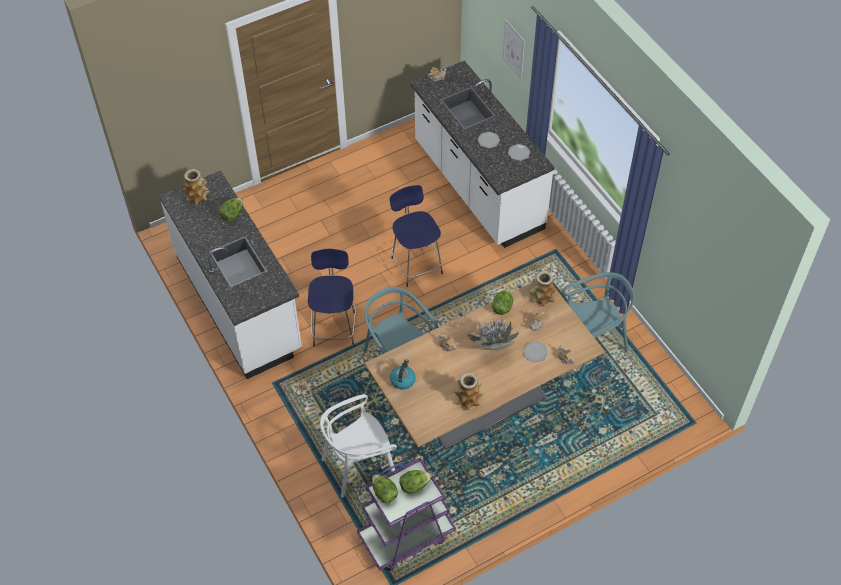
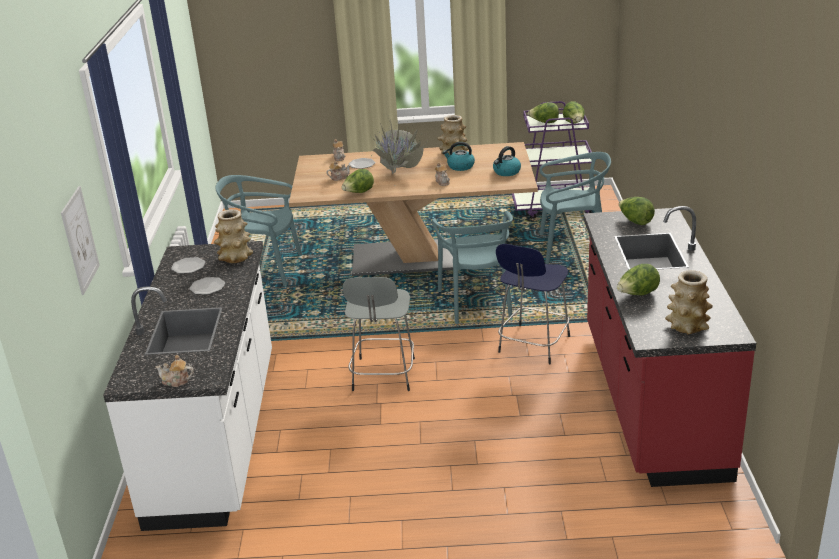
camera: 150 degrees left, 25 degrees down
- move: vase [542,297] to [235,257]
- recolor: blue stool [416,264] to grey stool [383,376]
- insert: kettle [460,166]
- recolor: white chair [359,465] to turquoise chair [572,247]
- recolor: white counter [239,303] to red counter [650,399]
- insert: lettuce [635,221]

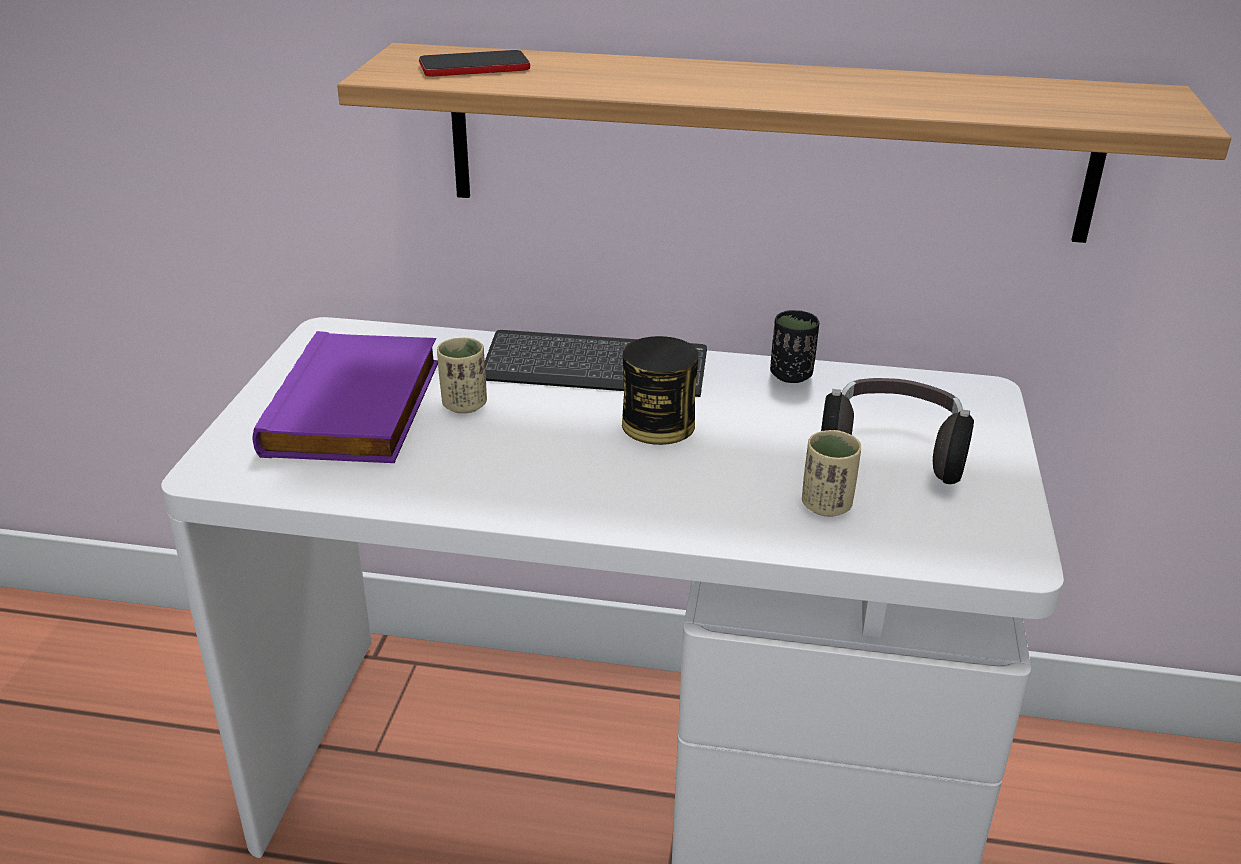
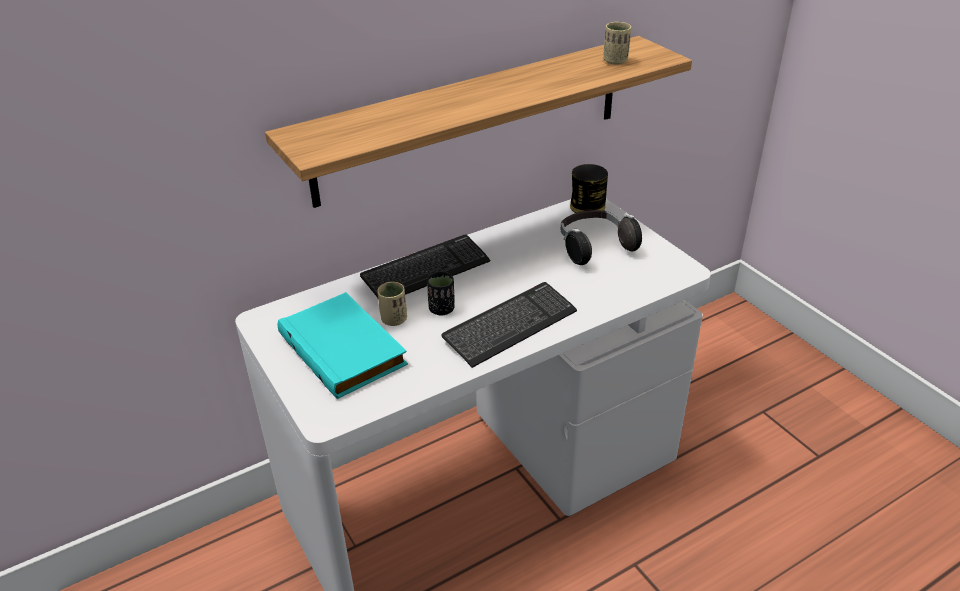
camera: 40 degrees left, 5 degrees up
- recolor: purple book [358,408] to turquoise book [345,349]
- move: black cup [791,375] to [441,309]
- insert: keyboard [510,326]
- move: can [658,425] to [587,206]
- move: beige cup [826,505] to [615,61]
- delete: phone [474,66]

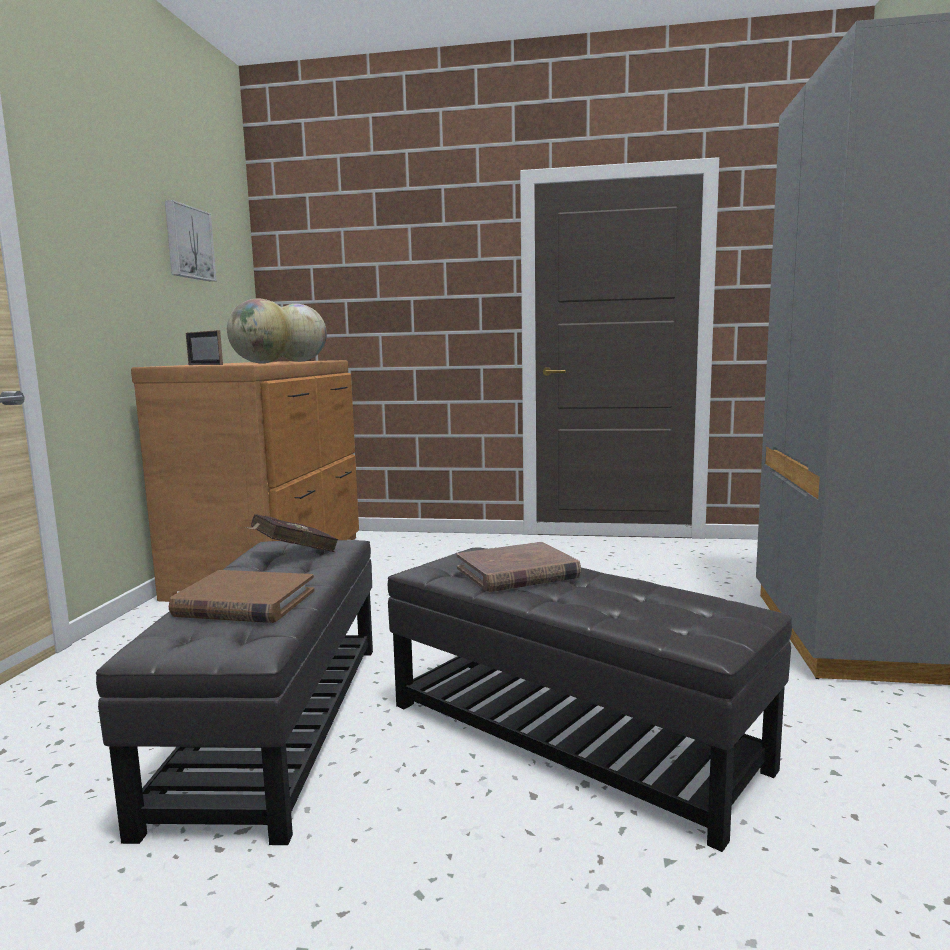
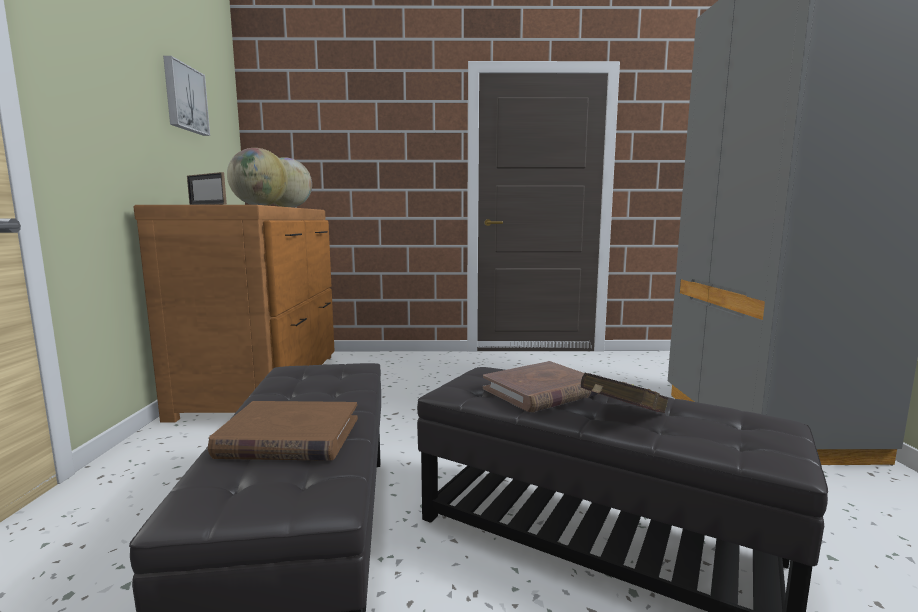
camera: 10 degrees left, 0 degrees up
- move: red book [292,553] to [620,417]

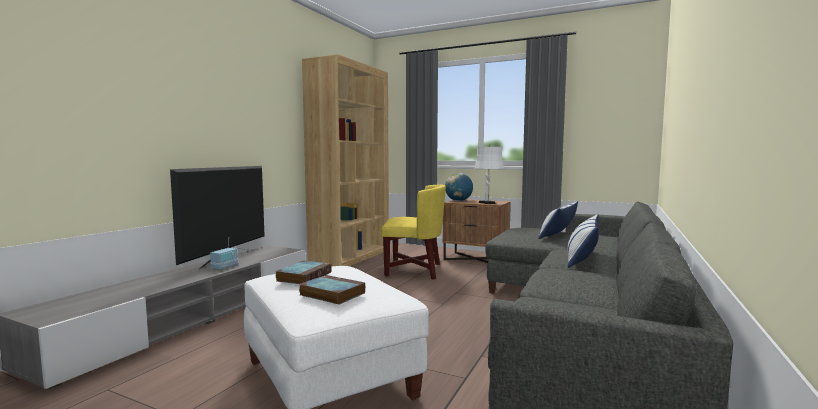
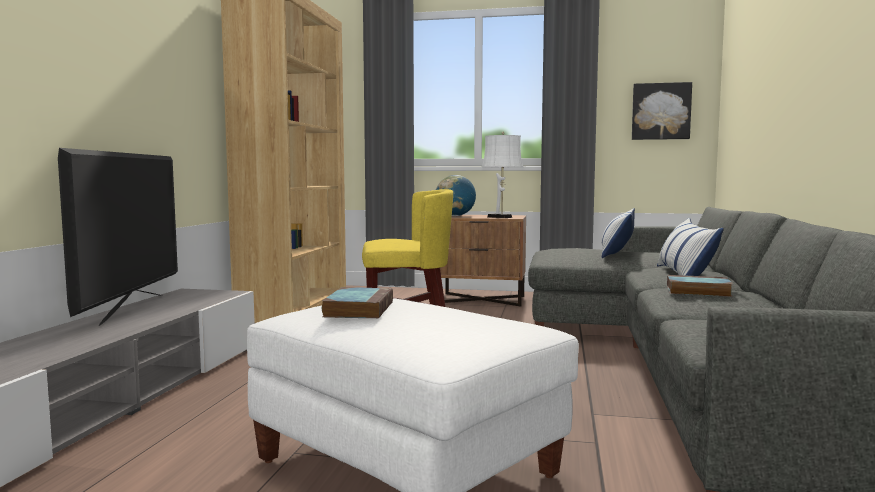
camera: 15 degrees left, 0 degrees up
- insert: picture [660,111]
- move: book [331,294] to [696,291]
- delete: radio [225,267]

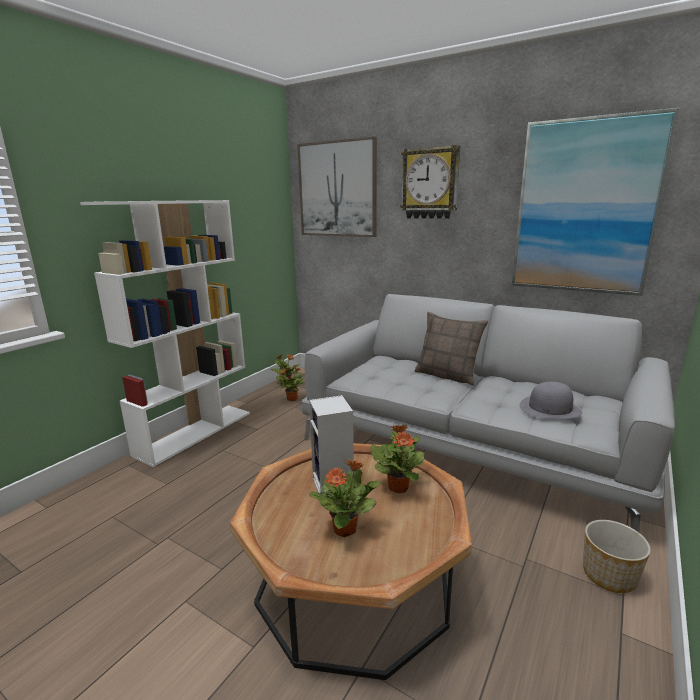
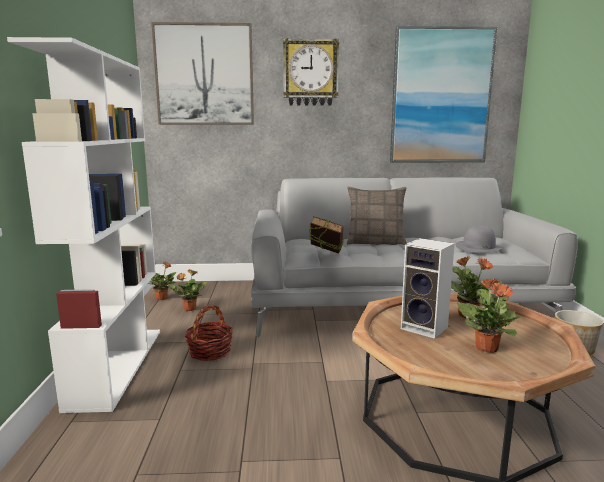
camera: 35 degrees left, 5 degrees down
- insert: basket [210,351]
- insert: book [326,255]

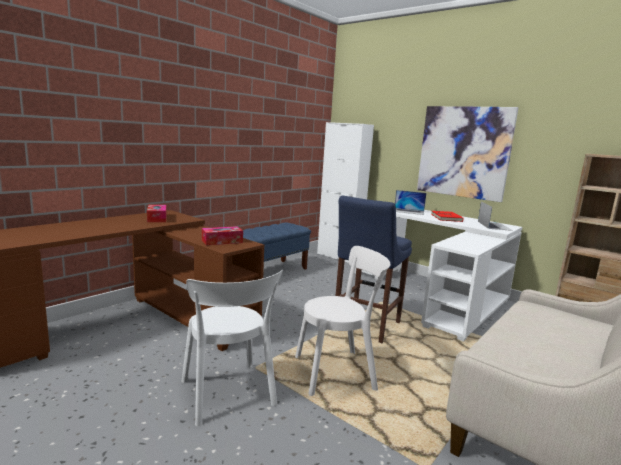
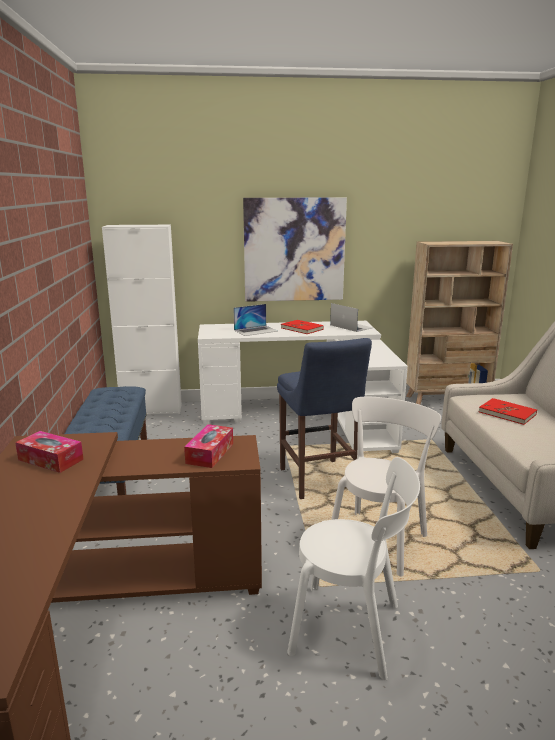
camera: 45 degrees left, 5 degrees up
- insert: red book [507,413]

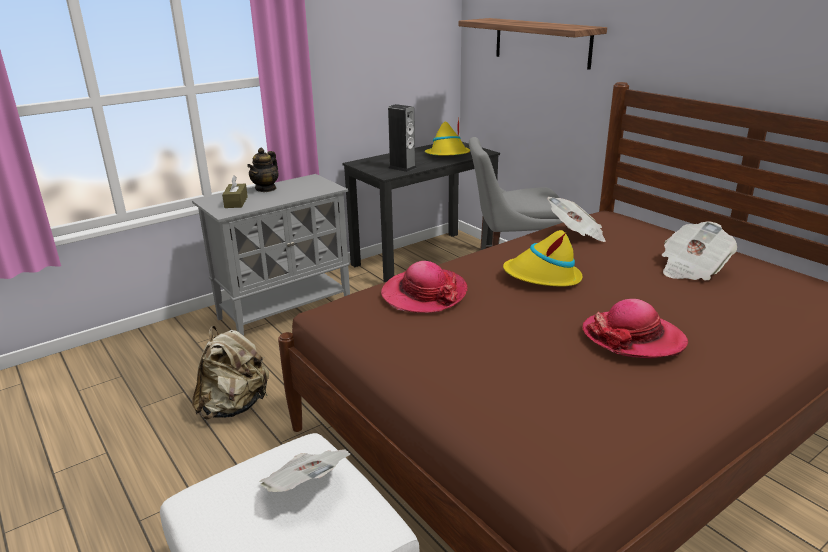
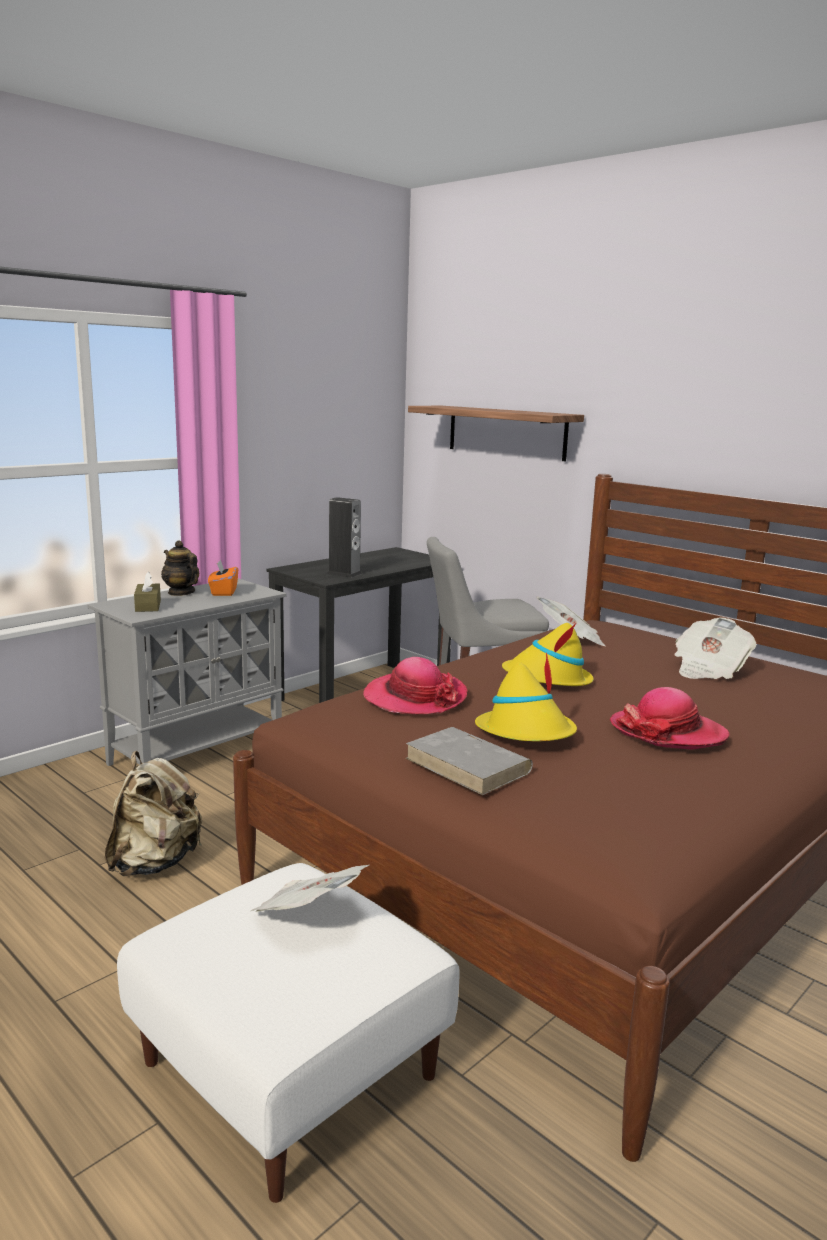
camera: 10 degrees left, 10 degrees down
- rotate: teapot [266,189] = [181,592] 120 degrees clockwise
- insert: orange tissue box [223,592]
- insert: grey book [468,766]
- move: yellow hat [448,155] to [526,733]

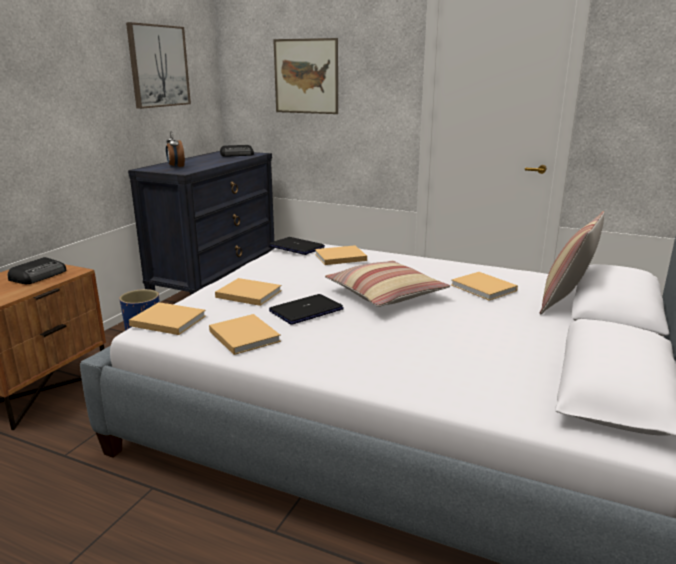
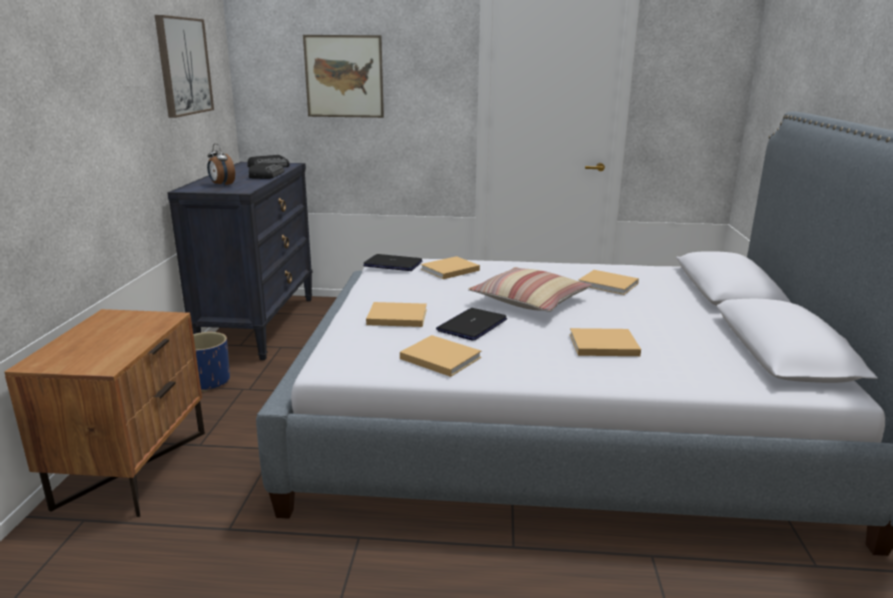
camera: 20 degrees left, 0 degrees up
- move: radio [39,275] to [267,175]
- move: beige book [166,320] to [601,345]
- delete: pillow [565,301]

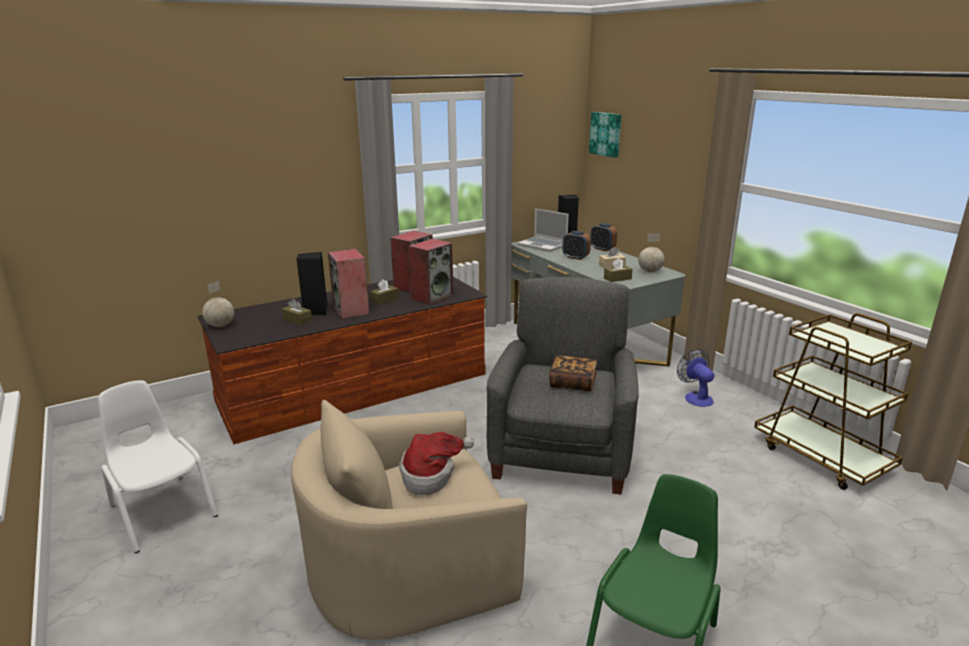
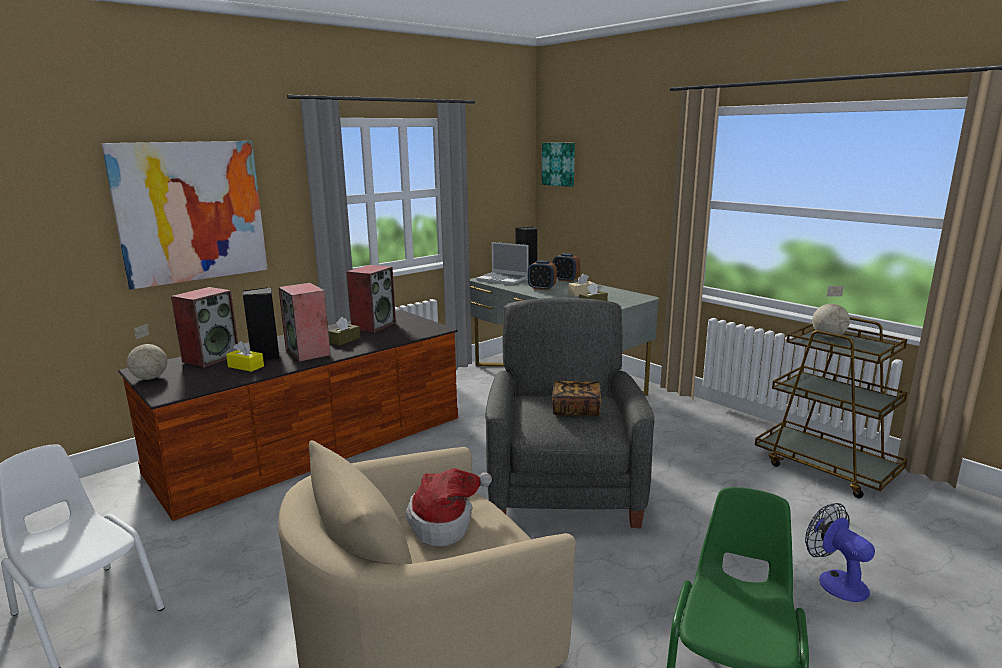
camera: 10 degrees left, 5 degrees down
- insert: picture [191,212]
- move: speaker [432,297] to [211,358]
- recolor: brown tissue box [297,320] to yellow tissue box [246,366]
- move: fan [695,397] to [835,581]
- move: globe [649,271] to [827,336]

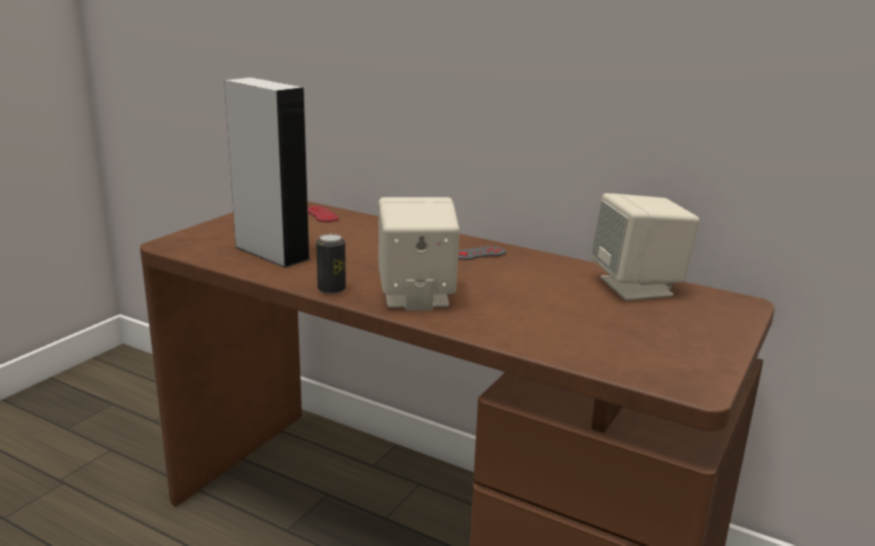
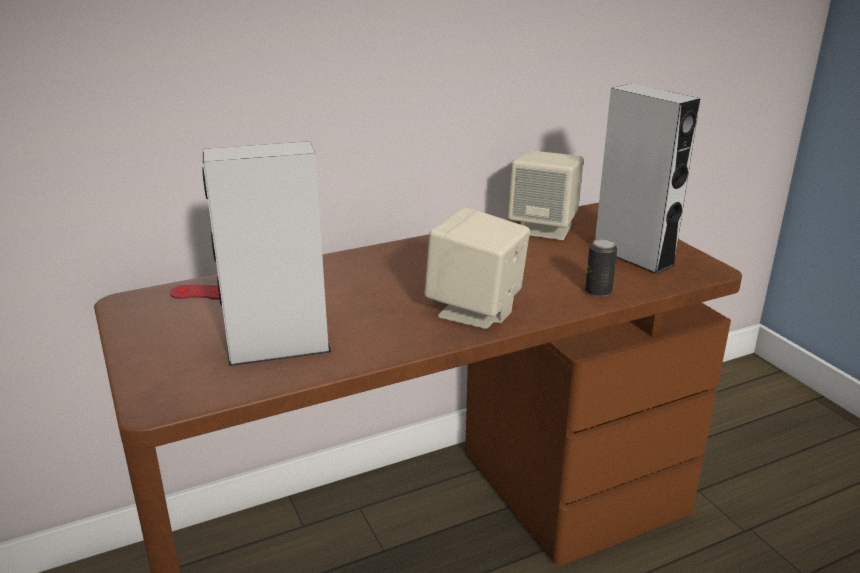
camera: 55 degrees left, 5 degrees up
- move: can [331,289] to [598,291]
- insert: grey speaker [633,256]
- delete: grey game controller [478,253]

